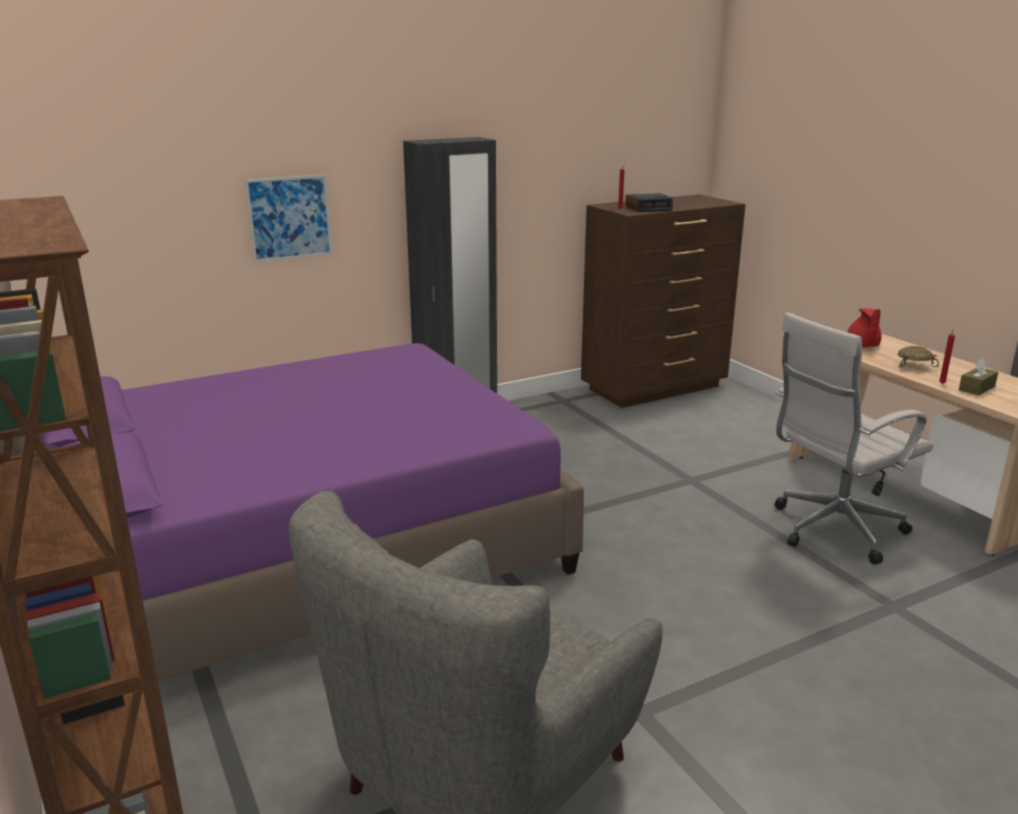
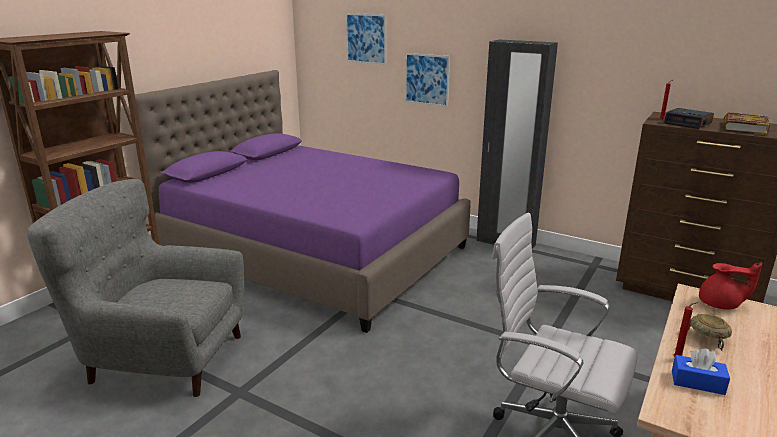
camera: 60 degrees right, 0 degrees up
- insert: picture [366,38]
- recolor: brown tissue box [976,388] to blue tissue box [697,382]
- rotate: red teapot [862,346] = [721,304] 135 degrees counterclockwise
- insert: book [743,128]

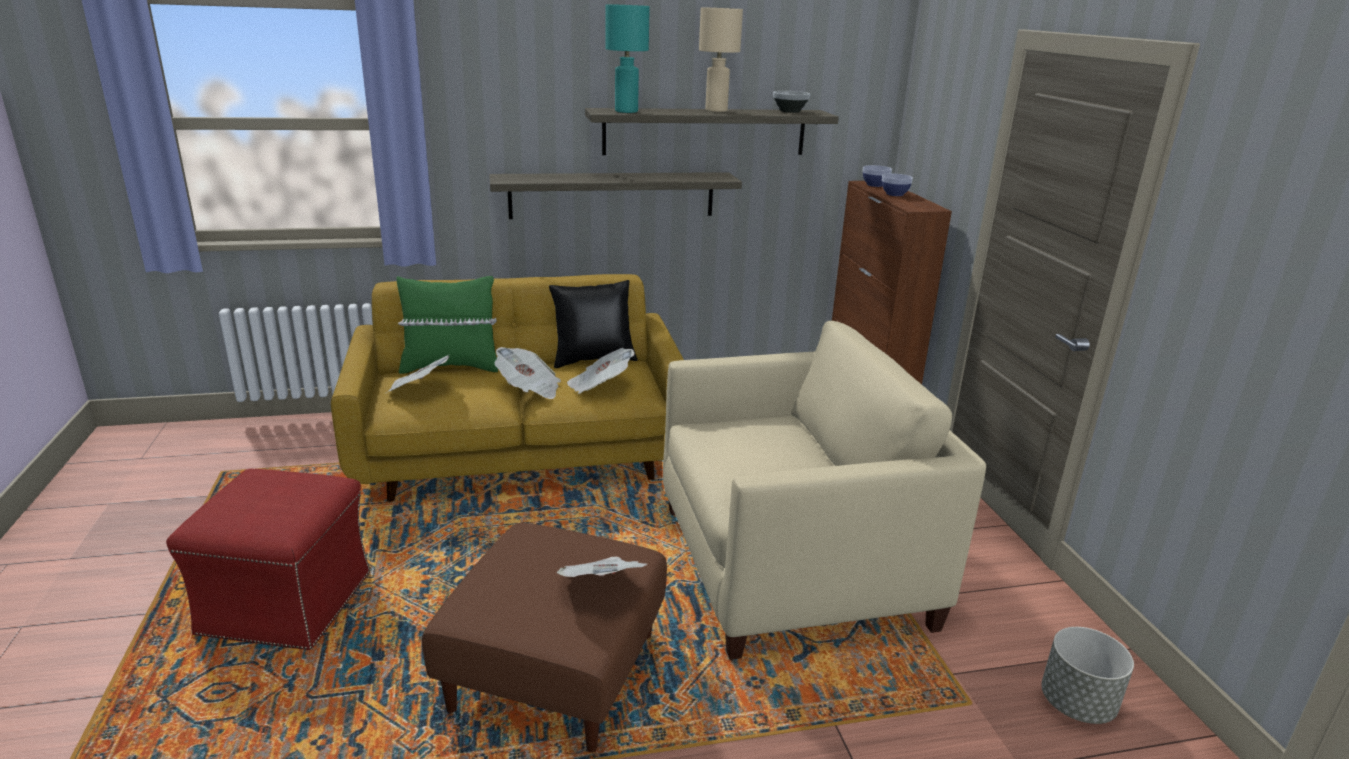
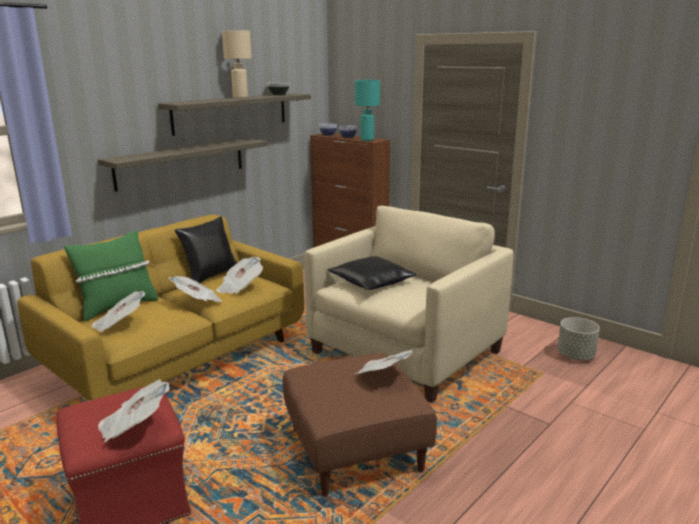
camera: 35 degrees left, 5 degrees down
- insert: newspaper [134,426]
- insert: black pillow [372,282]
- move: turquoise table lamp [626,111] to [367,140]

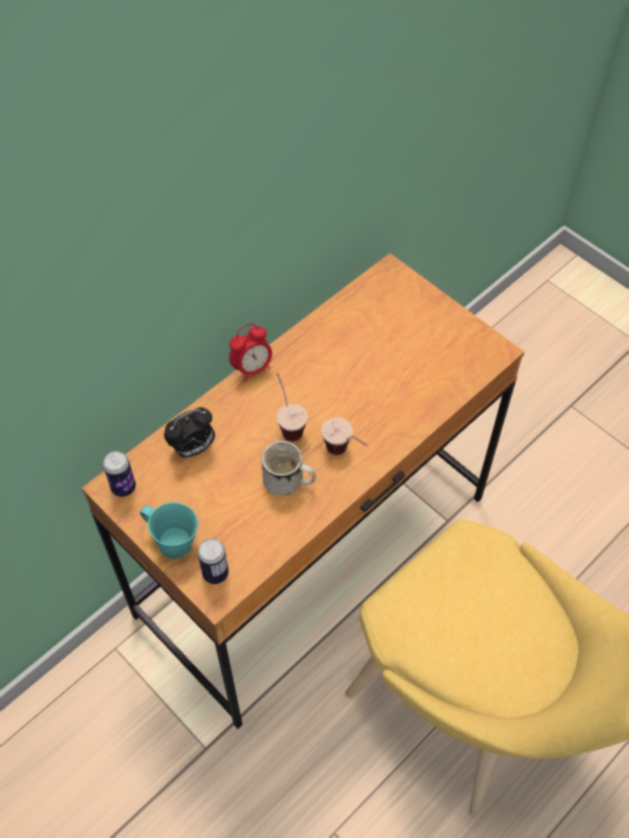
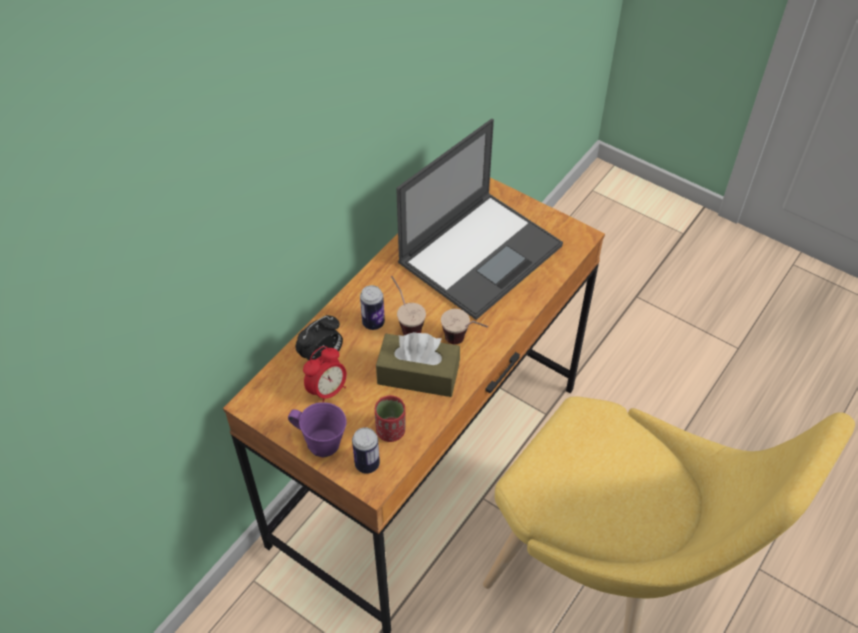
camera: 10 degrees left, 5 degrees down
- recolor: turquoise mug [173,541] to purple mug [321,442]
- move: alarm clock [252,369] to [327,391]
- move: can [123,487] to [373,323]
- insert: red cup [391,431]
- replace: white mug [289,482] to brown tissue box [418,374]
- insert: laptop [481,253]

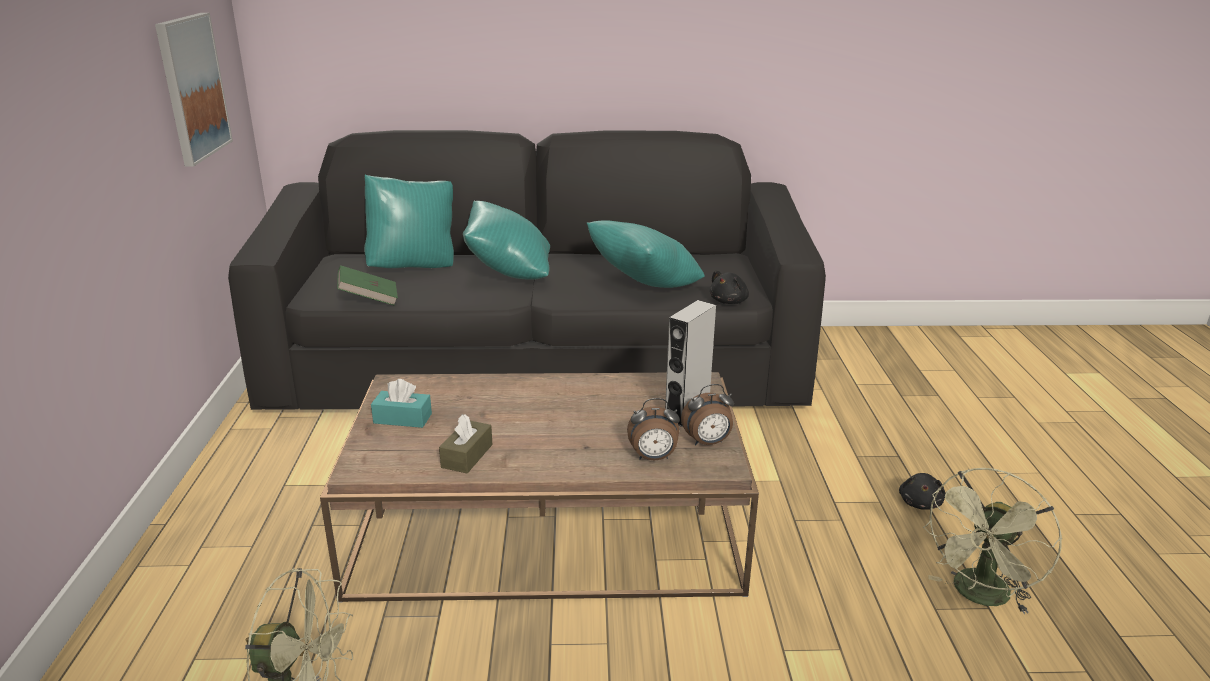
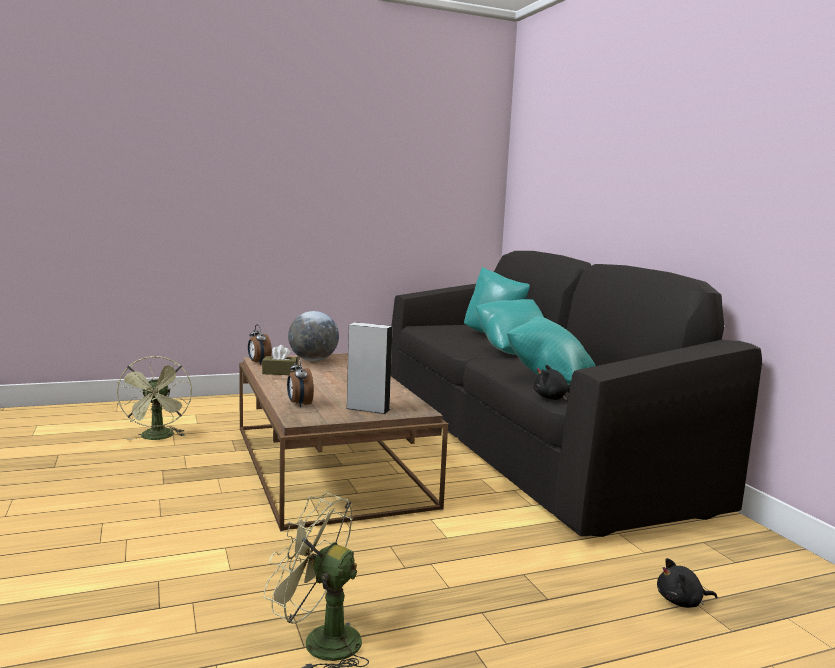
camera: 70 degrees right, 15 degrees down
- move: alarm clock [707,442] to [258,363]
- replace: turquoise tissue box [402,418] to globe [313,360]
- move: black plush toy [920,503] to [682,602]
- delete: picture [192,87]
- delete: green book [369,299]

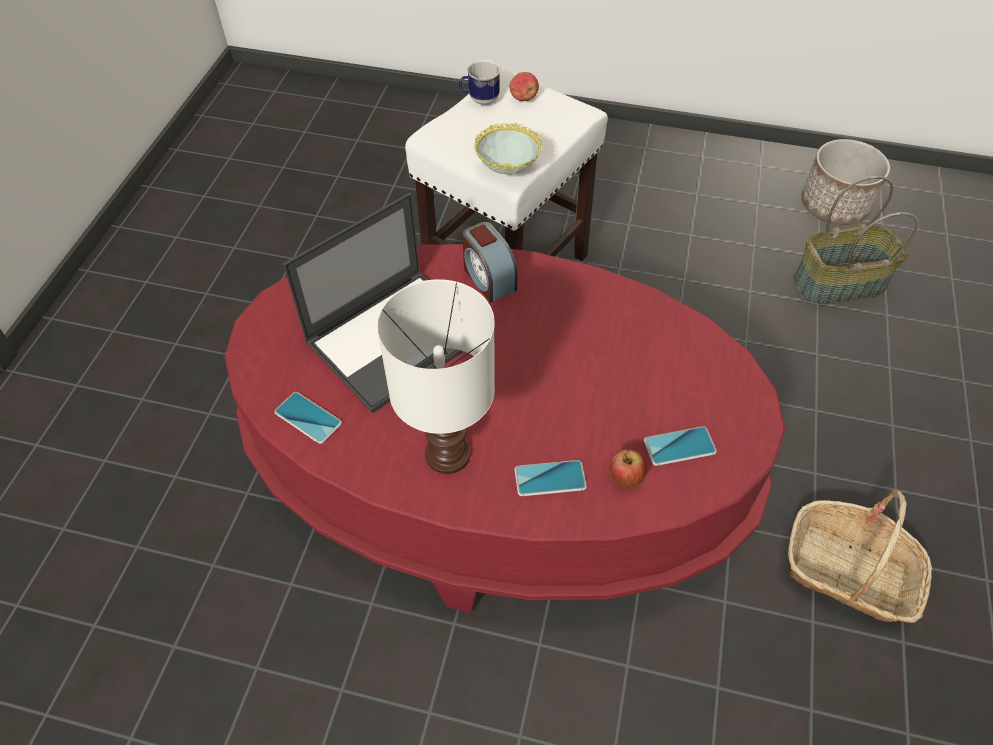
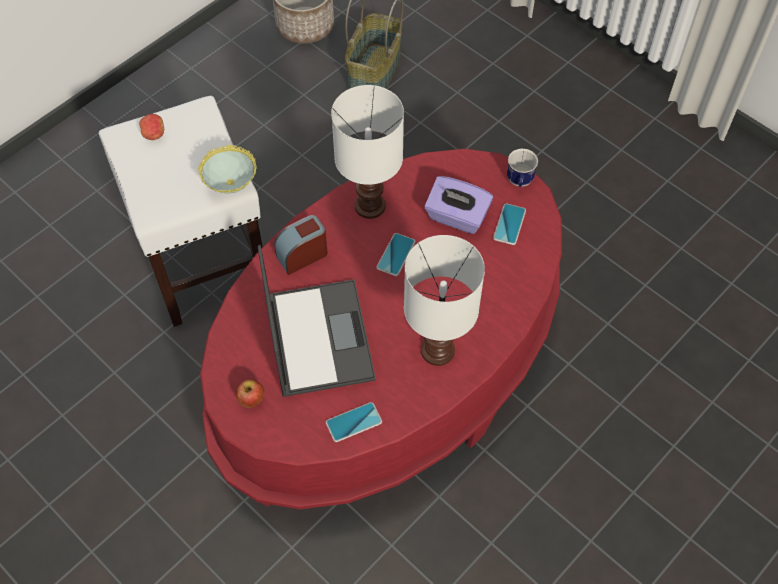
camera: 60 degrees left, 5 degrees up
- move: apple [624,479] to [252,400]
- rotate: alarm clock [488,278] = [302,255] 150 degrees clockwise
- insert: white table lamp [368,205]
- move: phone [550,478] to [396,255]
- insert: purple tissue box [456,217]
- move: mug [479,100] to [519,182]
- delete: basket [849,572]

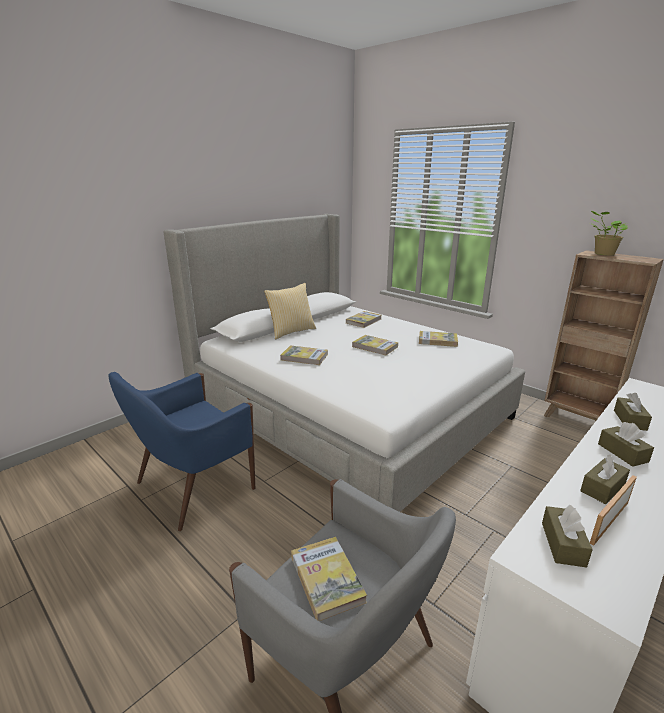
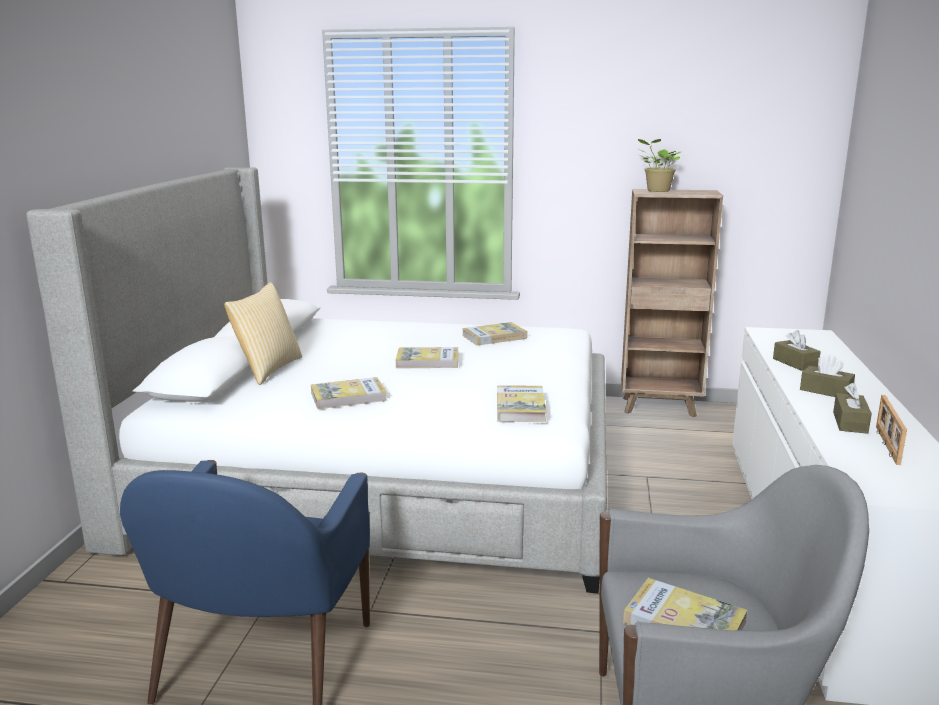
camera: 35 degrees left, 5 degrees down
- move: book [363,321] to [520,407]
- delete: brown tissue box [563,544]

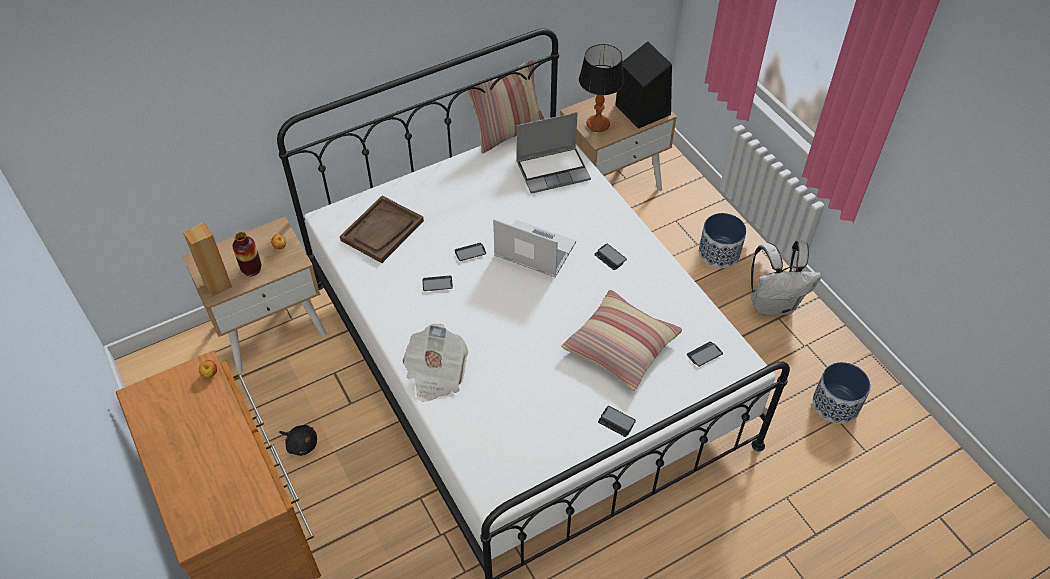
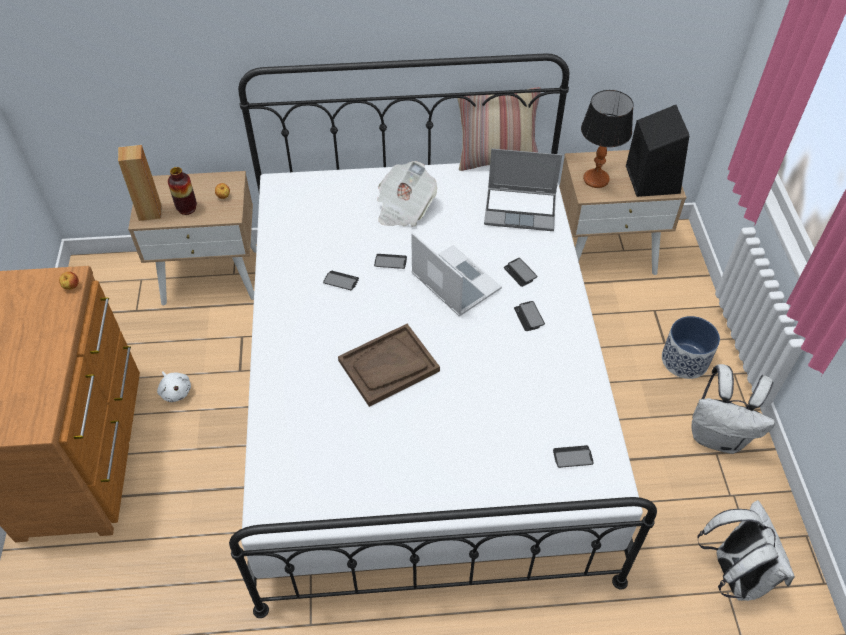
camera: 25 degrees right, 0 degrees up
- recolor: black plush toy [301,444] to white plush toy [175,391]
- move: brown tray [382,231] to [388,366]
- move: newspaper [435,374] to [404,208]
- move: phone [616,422] to [520,273]
- replace: planter [835,404] to white backpack [733,574]
- delete: pillow [620,346]

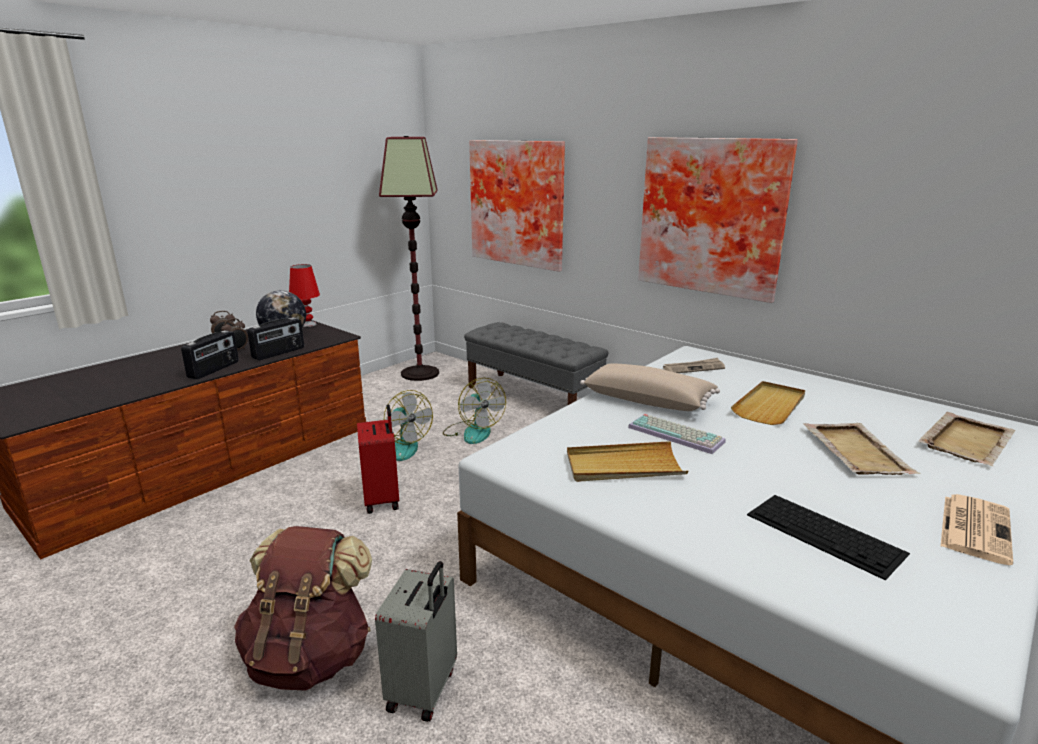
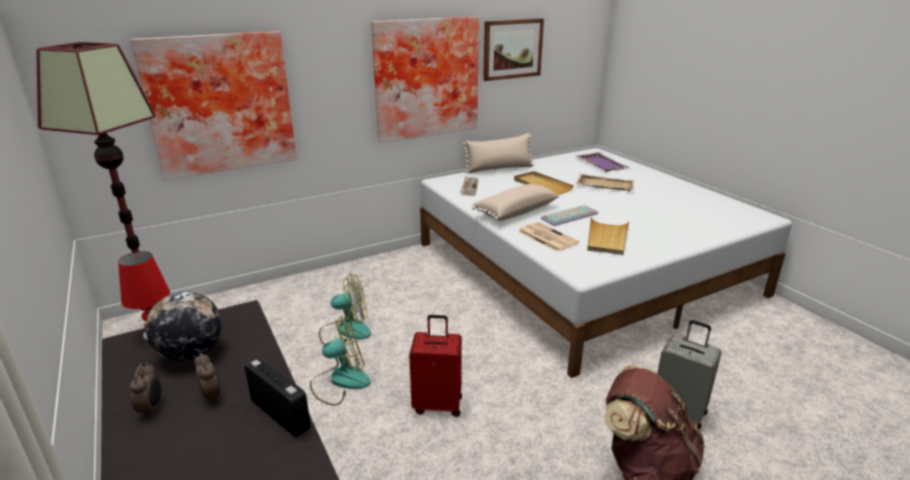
camera: 70 degrees left, 5 degrees up
- insert: beige pillow [499,168]
- insert: picture [512,49]
- move: newspaper [974,528] to [546,237]
- recolor: beige tray [966,441] to purple tray [601,163]
- delete: radio [279,353]
- delete: grey bench [533,397]
- delete: keyboard [826,534]

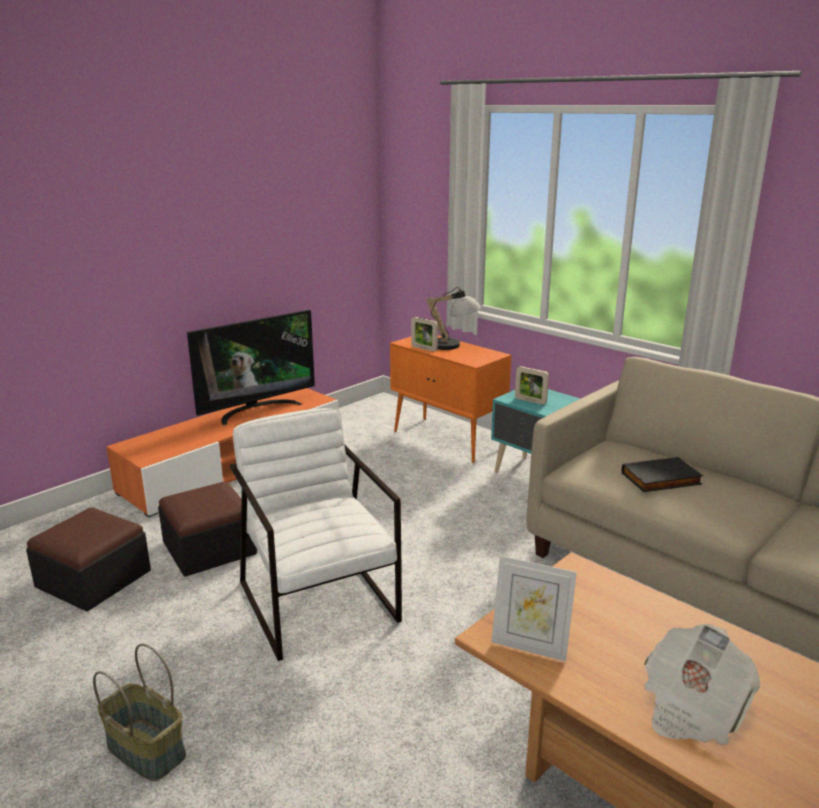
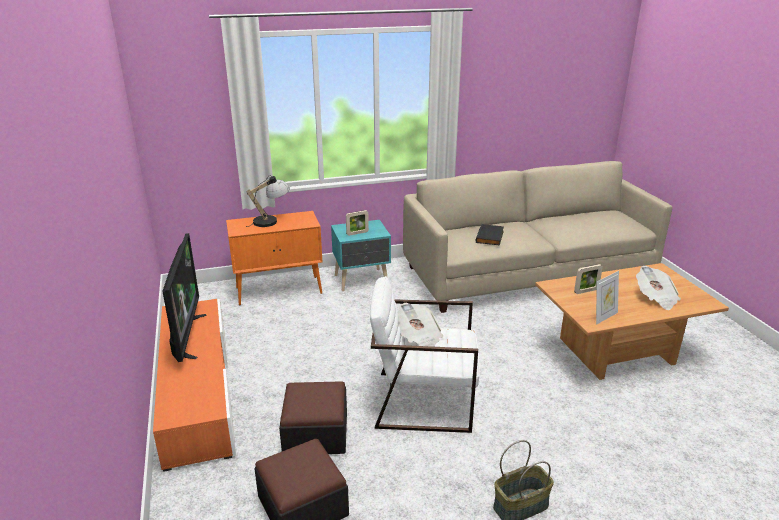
camera: 60 degrees left, 5 degrees up
- insert: newspaper [418,337]
- move: picture frame [424,348] to [586,291]

